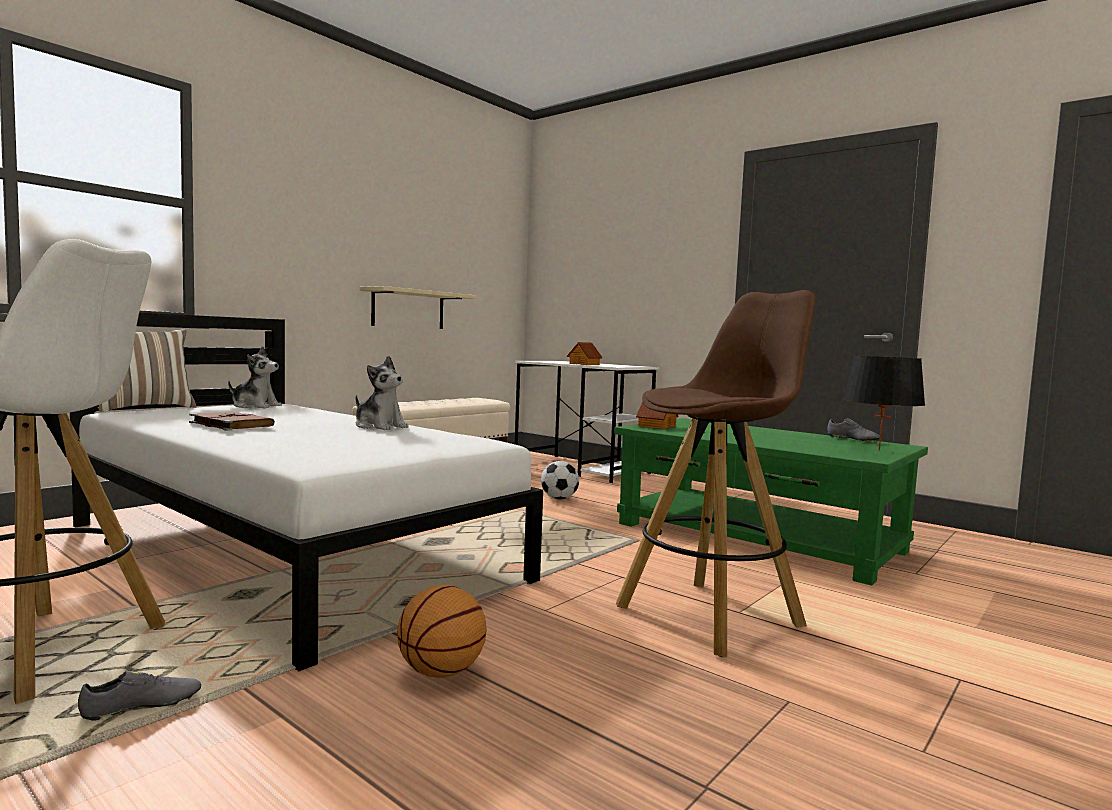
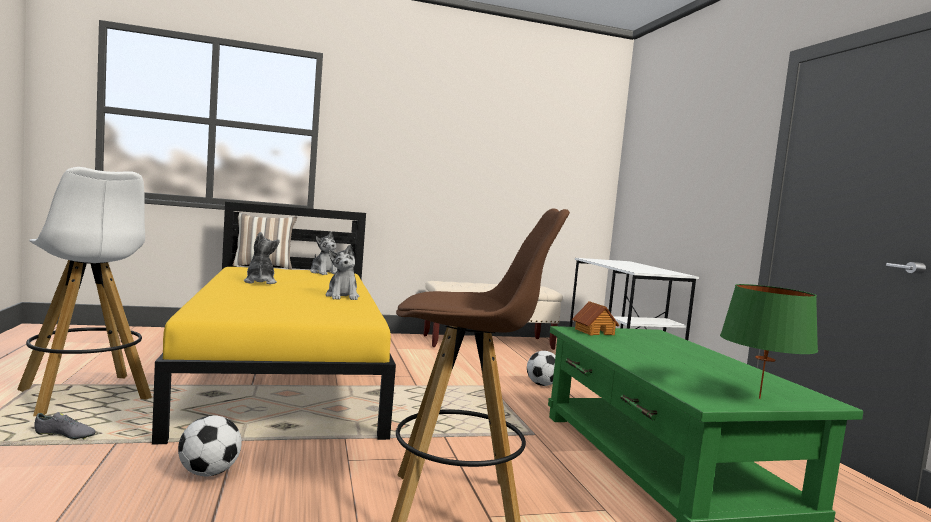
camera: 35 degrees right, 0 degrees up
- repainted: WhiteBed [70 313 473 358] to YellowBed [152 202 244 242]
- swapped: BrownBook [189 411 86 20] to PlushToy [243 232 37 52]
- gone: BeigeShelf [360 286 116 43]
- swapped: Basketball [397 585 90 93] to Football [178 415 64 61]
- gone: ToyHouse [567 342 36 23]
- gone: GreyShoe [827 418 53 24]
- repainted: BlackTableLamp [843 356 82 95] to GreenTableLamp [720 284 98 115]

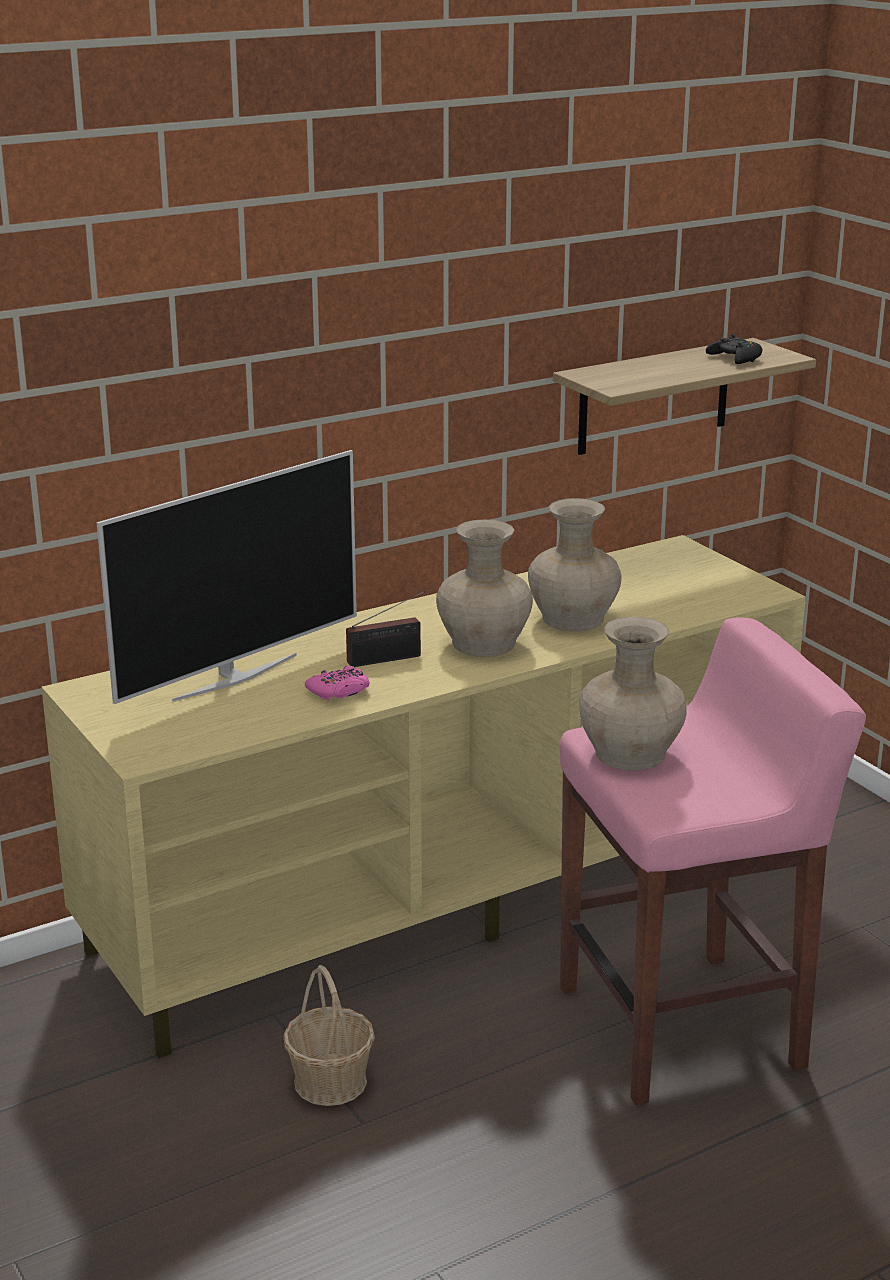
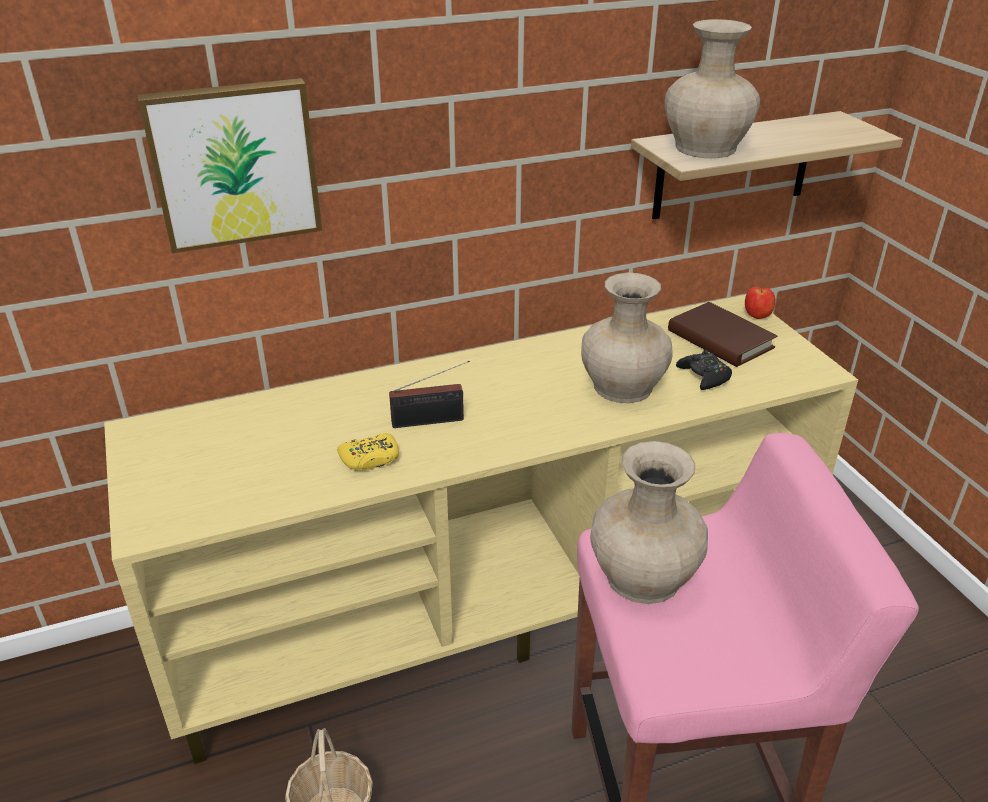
camera: 10 degrees right, 10 degrees up
- gone: Television [97 450 260 254]
- repainted: PinkGameController [305 666 64 34] to YellowGameController [337 433 62 37]
- shifted: BeigeVase [436 519 97 138] to [664 19 96 139]
- shifted: BlackGameController [706 334 57 30] to [676 350 56 40]
- new: Picture [137 78 185 175]
- new: BrownBook [668 302 109 65]
- new: Apple [745 287 30 32]

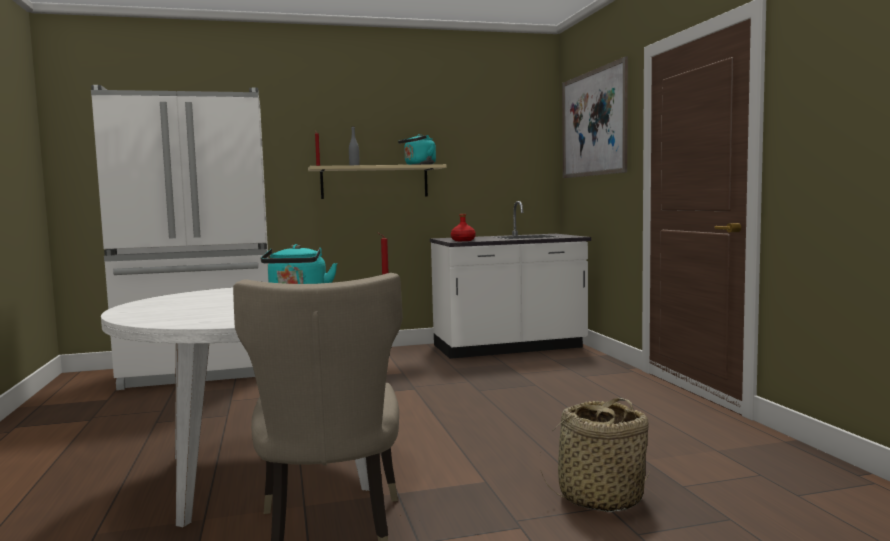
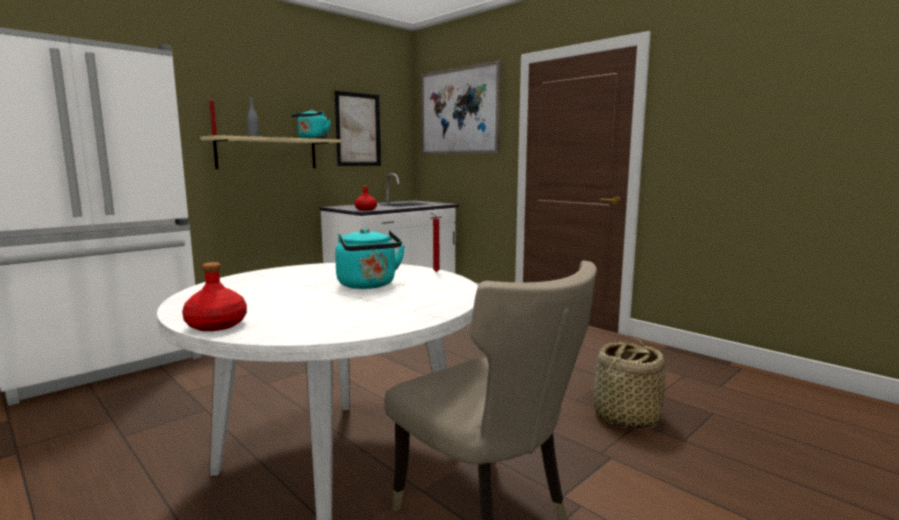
camera: 30 degrees left, 5 degrees up
- new: RedBottle [182 262 65 69]
- new: Picture [334 90 47 76]

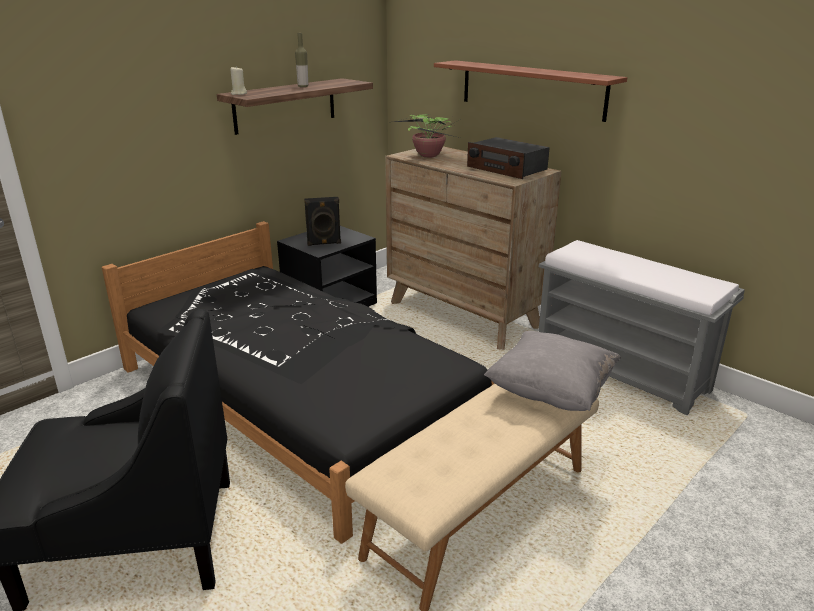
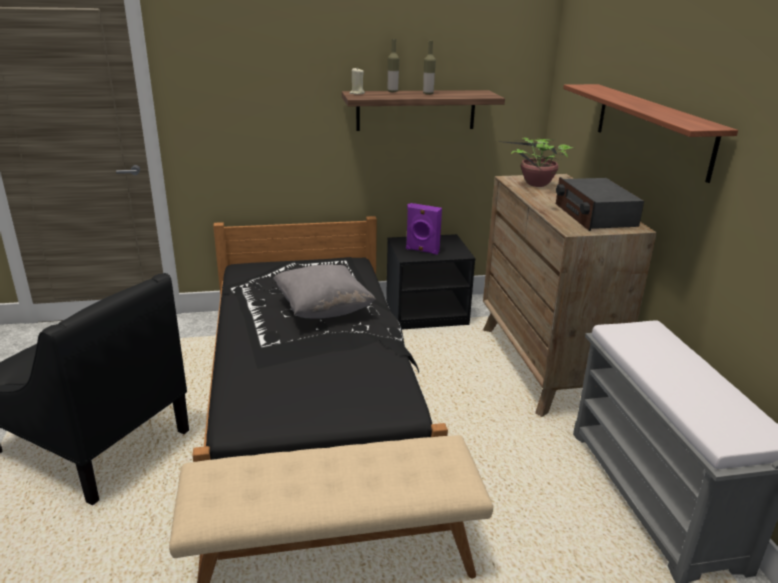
camera: 35 degrees right, 0 degrees up
- repainted: BlackSpeaker [304 197 37 49] to PurpleSpeaker [406 203 36 52]
- shifted: GreyPillow [484 331 137 80] to [273 264 103 55]
- new: Bottle [388 39 11 53]

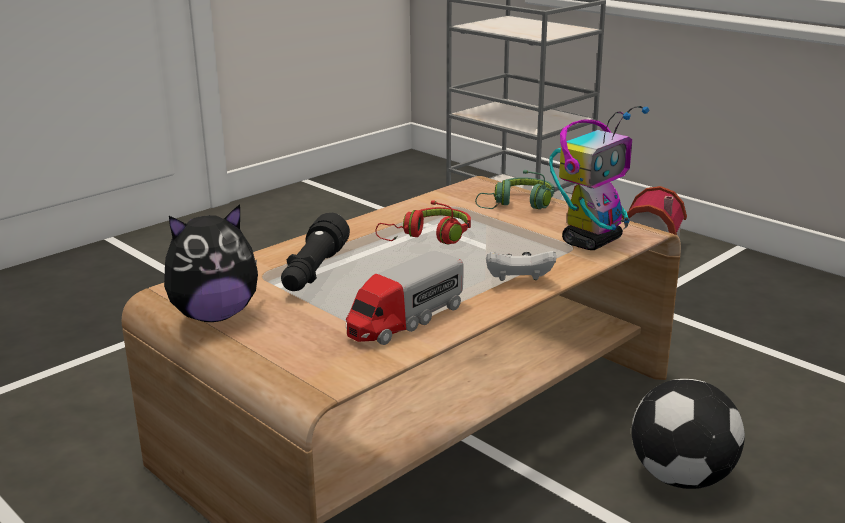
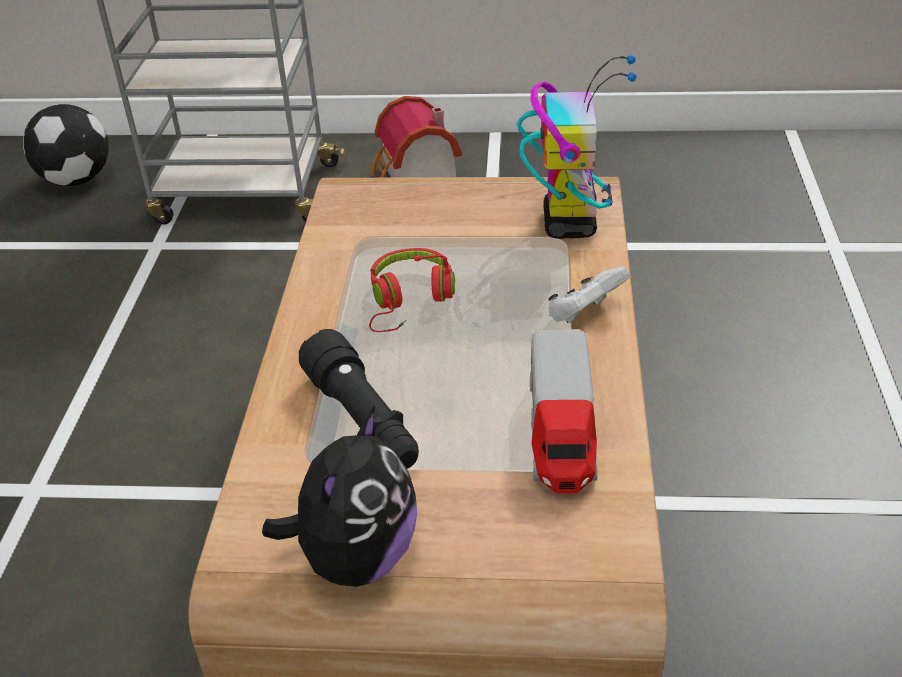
camera: 40 degrees left, 15 degrees up
- gone: GreenHeadphones [475 170 80 39]
- shifted: Football [632 379 113 110] to [23 104 86 82]

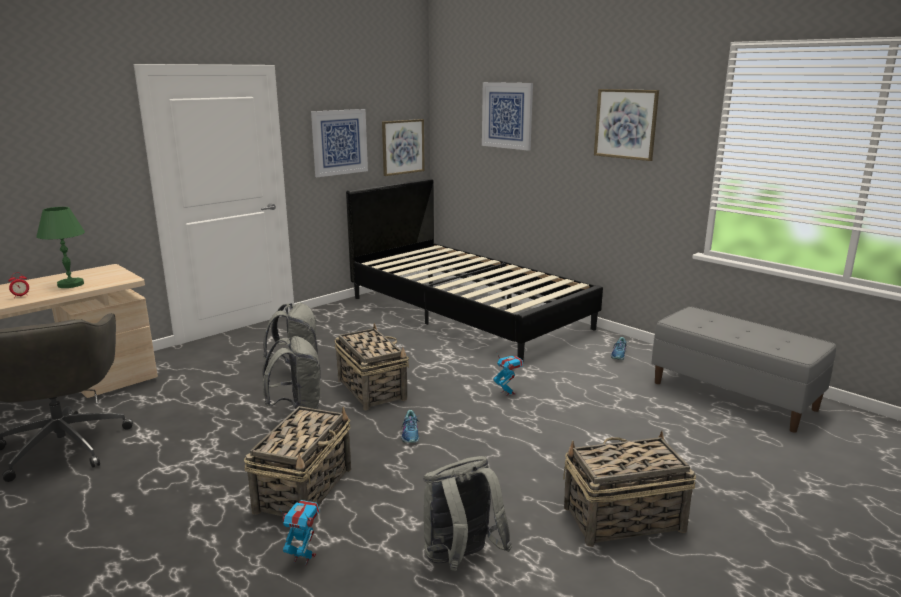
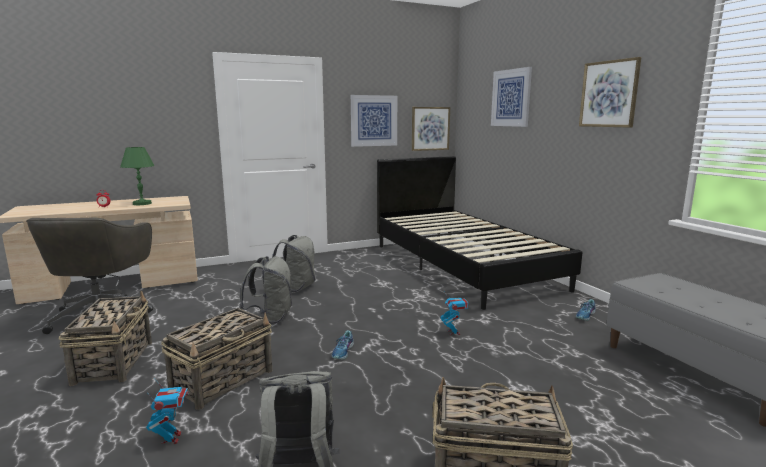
camera: 20 degrees right, 5 degrees down
- rotated: ToyRobot [279 500 41 65] = [146 378 43 66] 45 degrees clockwise
- shifted: Basket [335 323 74 87] to [59 291 93 95]

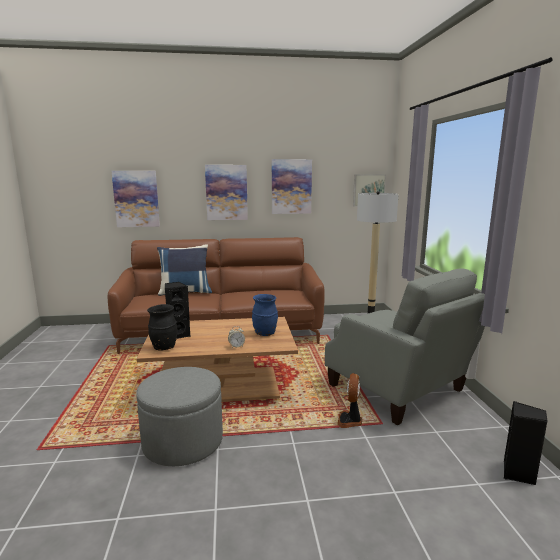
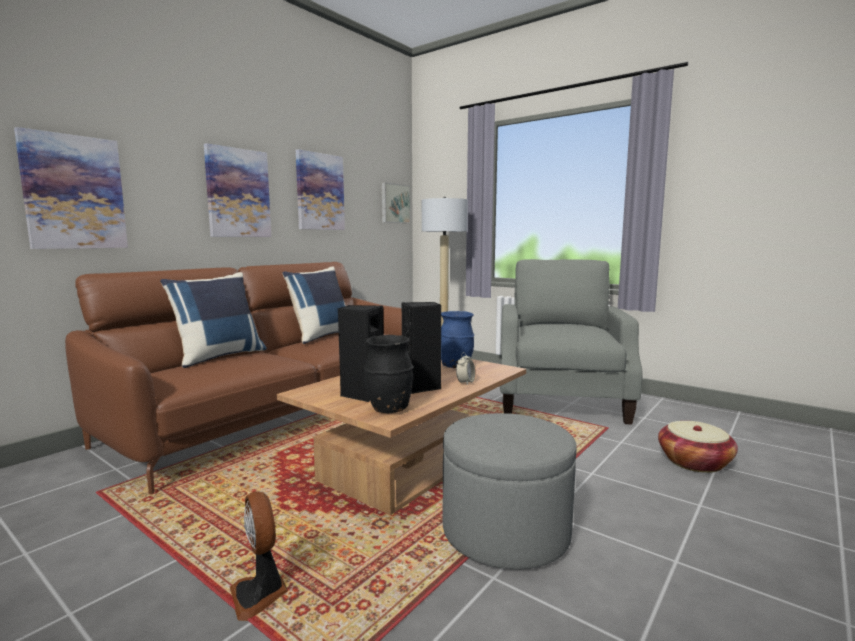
camera: 45 degrees left, 5 degrees down
- rotated: GreyArmchair [325 268 160 157] = [500 259 143 166] 90 degrees counterclockwise
- shifted: Fan [337 373 25 55] to [230 491 58 130]
- shifted: BlackSpeaker [504 401 44 84] to [402 302 39 92]
- new: BluePillow [282 266 64 78]
- new: Basket [658 421 80 52]

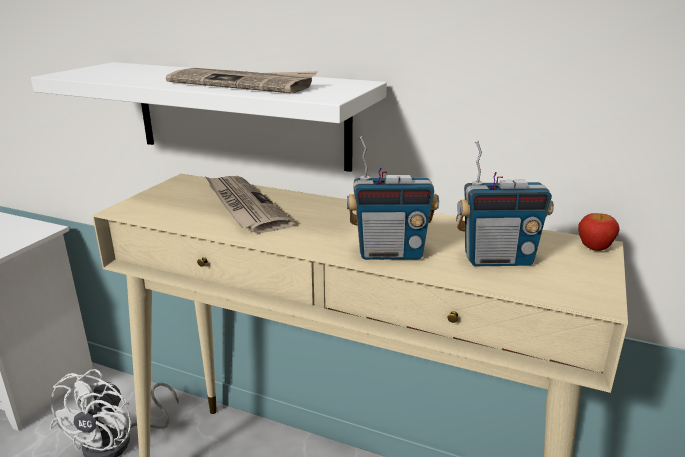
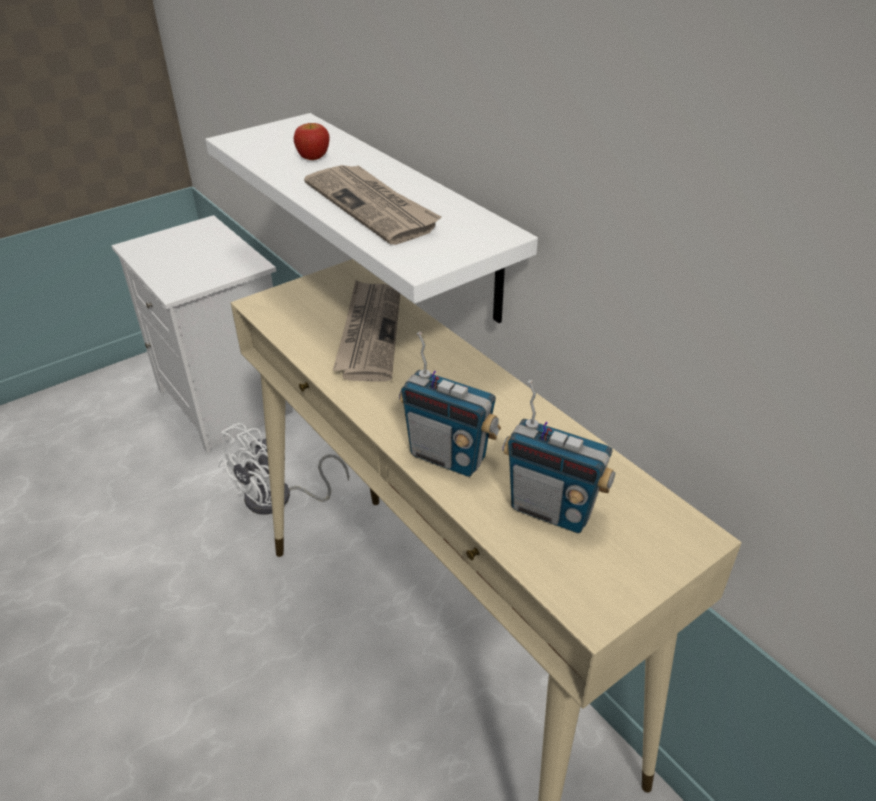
camera: 30 degrees right, 15 degrees up
- shifted: Apple [578 213 42 38] to [294 123 36 37]

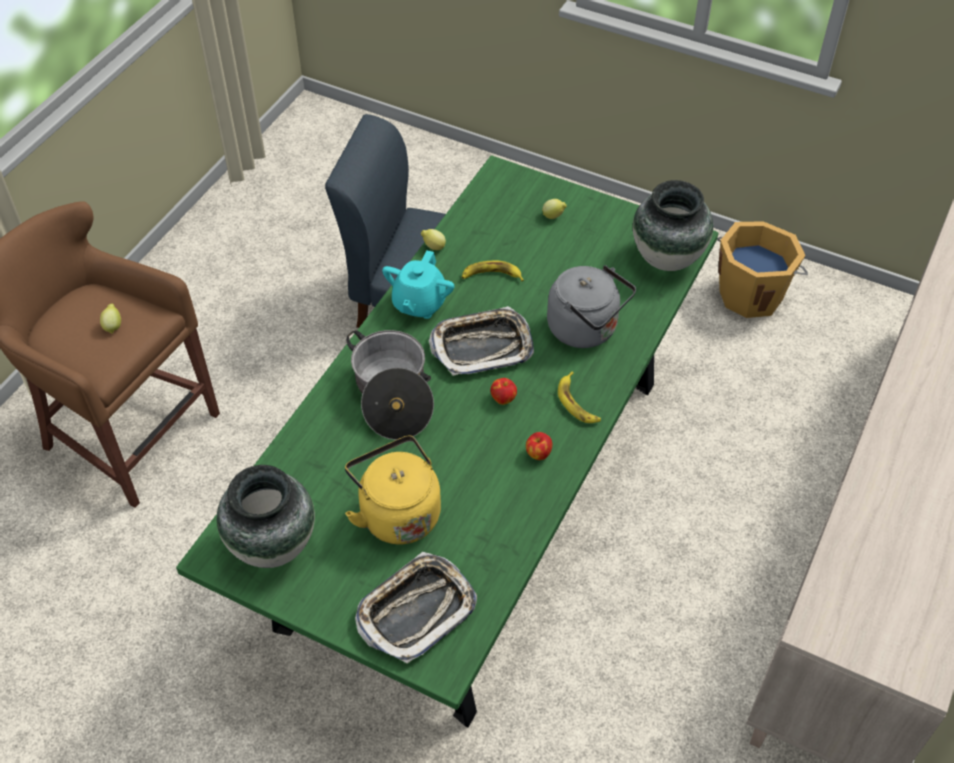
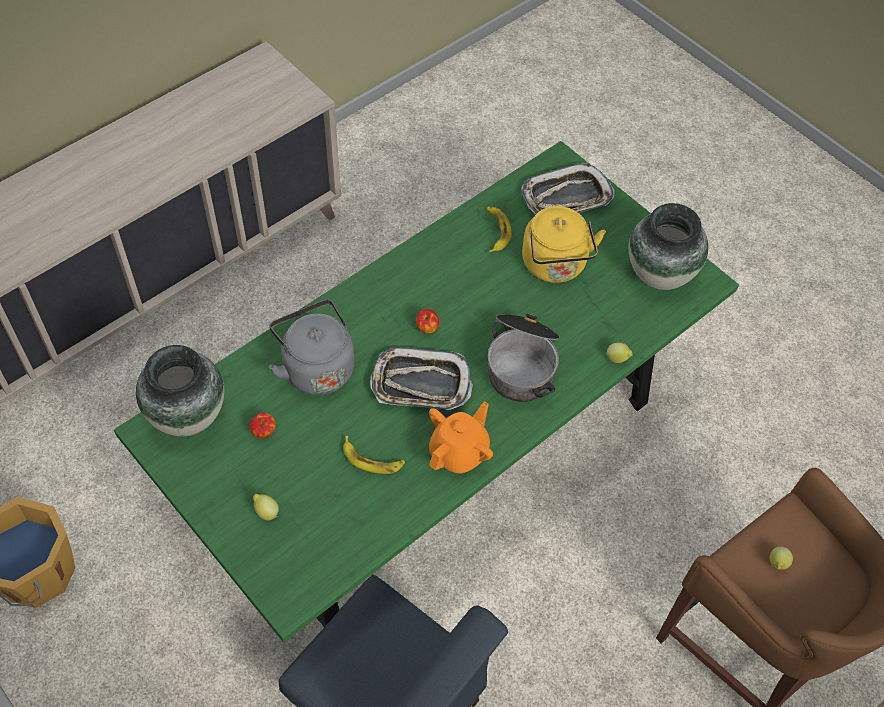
camera: 160 degrees left, 5 degrees up
- repainted: TurquoiseTeapot [382 250 72 69] to OrangeTeapot [429 401 64 73]
- shifted: Lemon [421 229 25 21] to [607 343 26 20]
- shifted: Apple [526 432 26 28] to [249 413 27 25]
- shifted: Banana [558 371 43 52] to [487 207 25 46]

